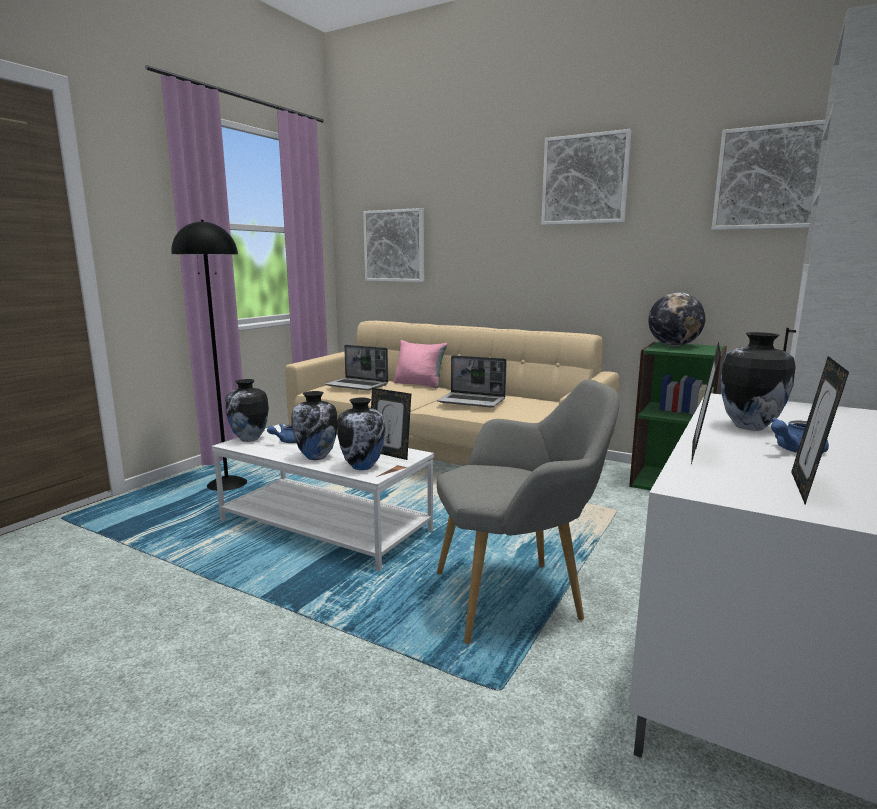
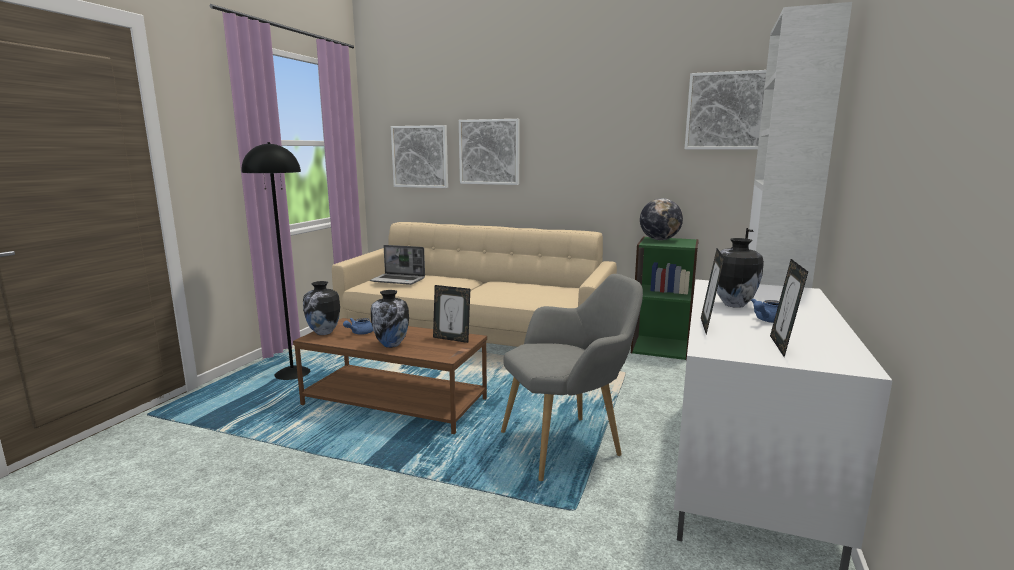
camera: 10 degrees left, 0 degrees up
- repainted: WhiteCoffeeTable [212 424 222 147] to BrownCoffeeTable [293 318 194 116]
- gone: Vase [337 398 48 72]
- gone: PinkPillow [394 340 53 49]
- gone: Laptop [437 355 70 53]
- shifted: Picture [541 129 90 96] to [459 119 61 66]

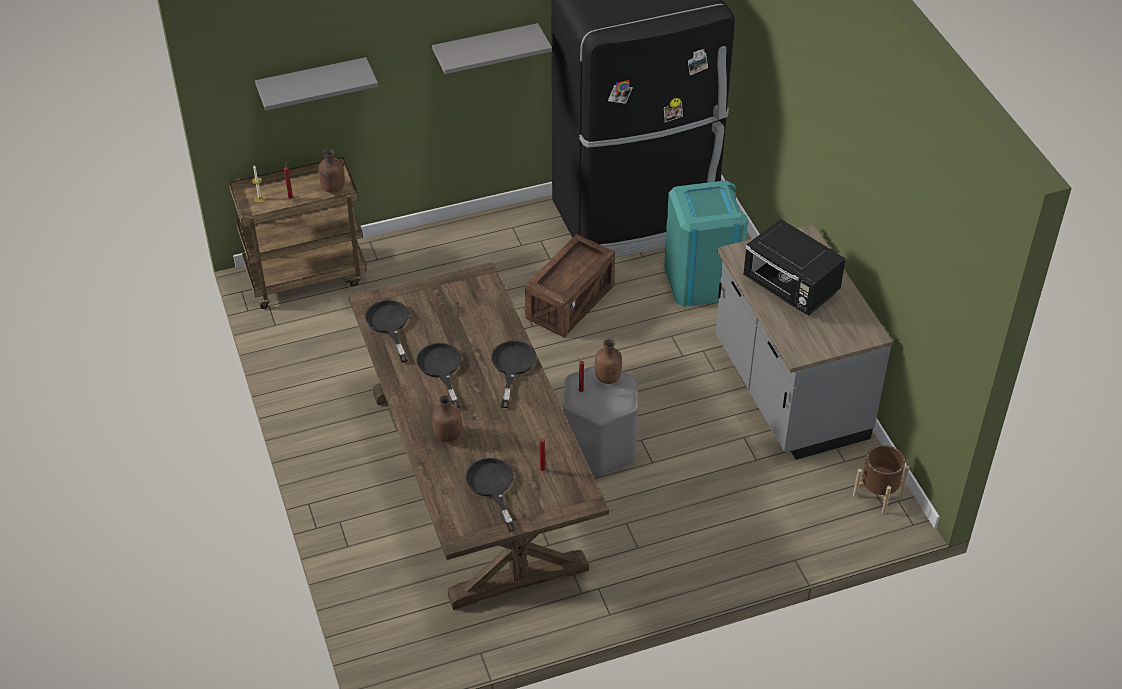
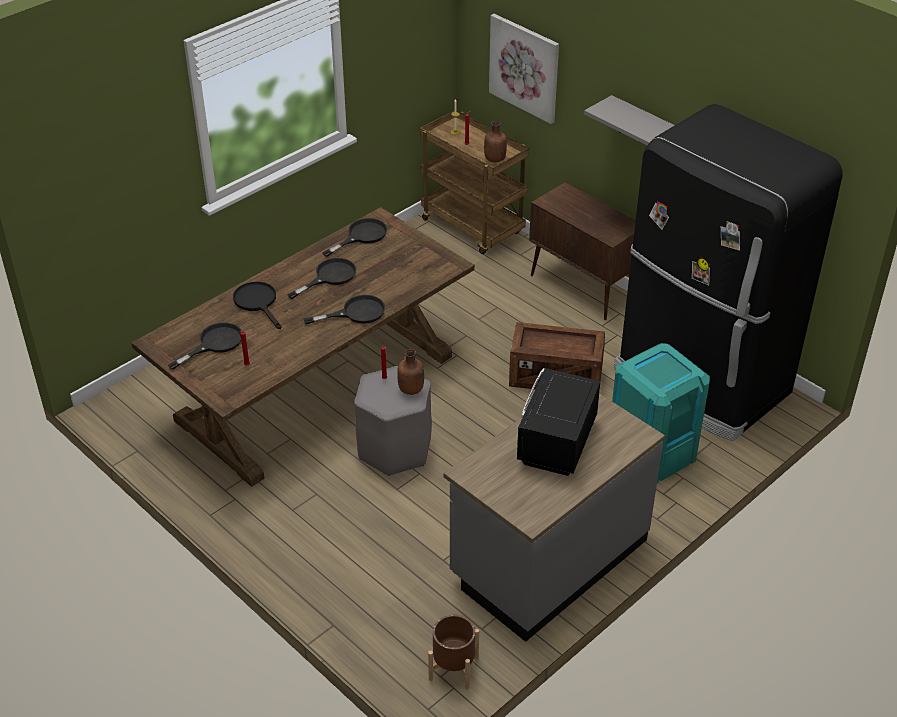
camera: 65 degrees right, 5 degrees down
- swapped: GreyShelf [255 57 123 54] to Picture [489 14 70 110]
- swapped: BrownBottle [432 395 30 47] to BlackFryingPan [233 282 49 47]
- new: BrownCabinet [529 182 107 138]

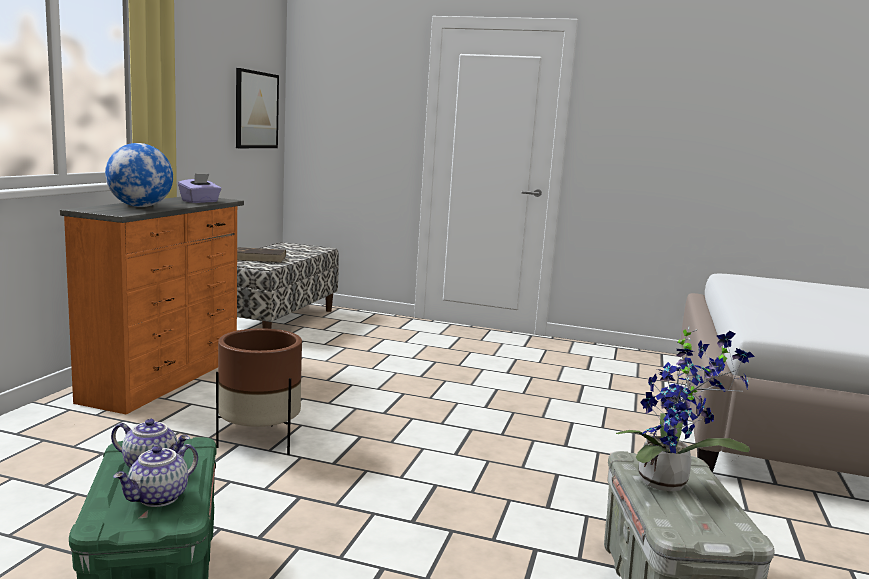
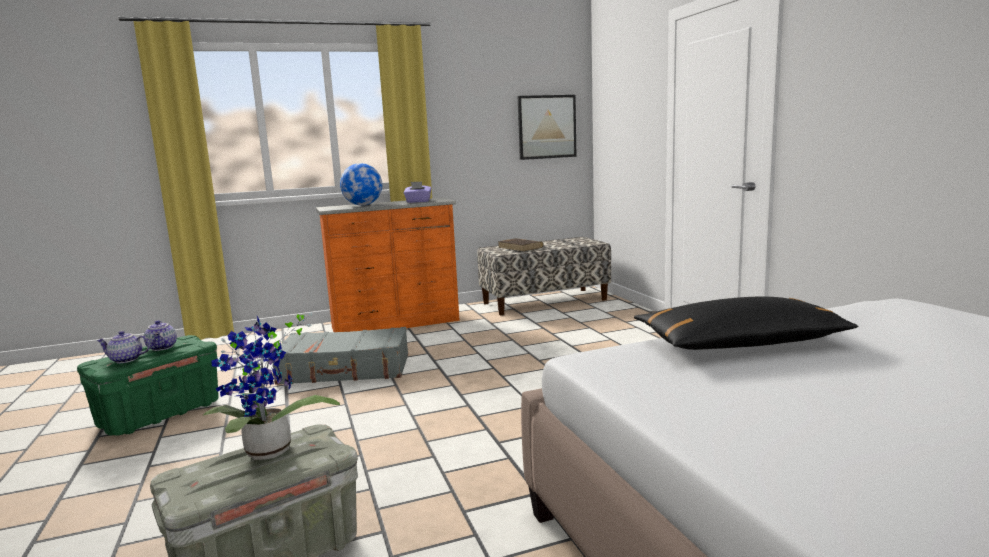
camera: 55 degrees right, 0 degrees up
- swapped: BrownPlanter [216 328 86 127] to GreySuitcase [273 327 135 58]
- new: BlackPillow [634 297 225 53]

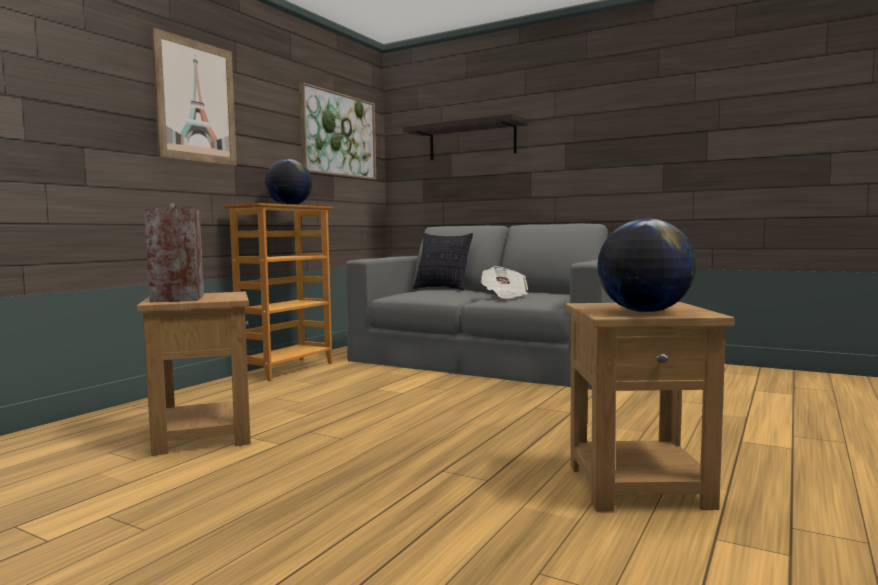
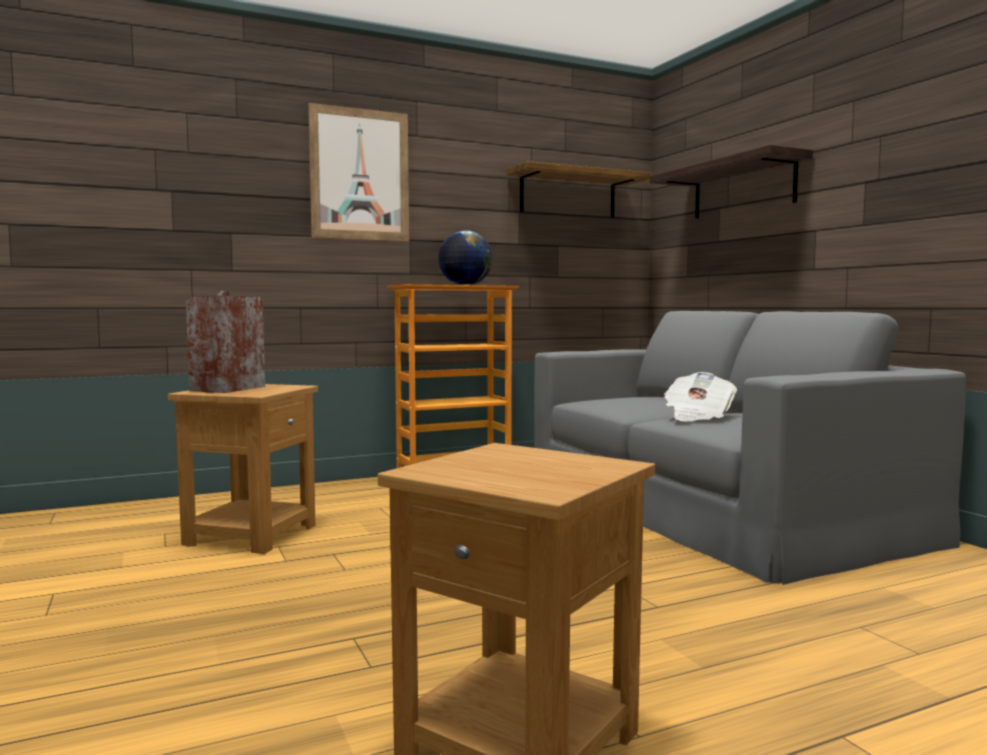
camera: 35 degrees right, 0 degrees up
- swapped: Picture [299 82 77 97] to Shelf [507 161 145 56]
- gone: Pillow [413 233 60 58]
- gone: Globe [597 218 100 95]

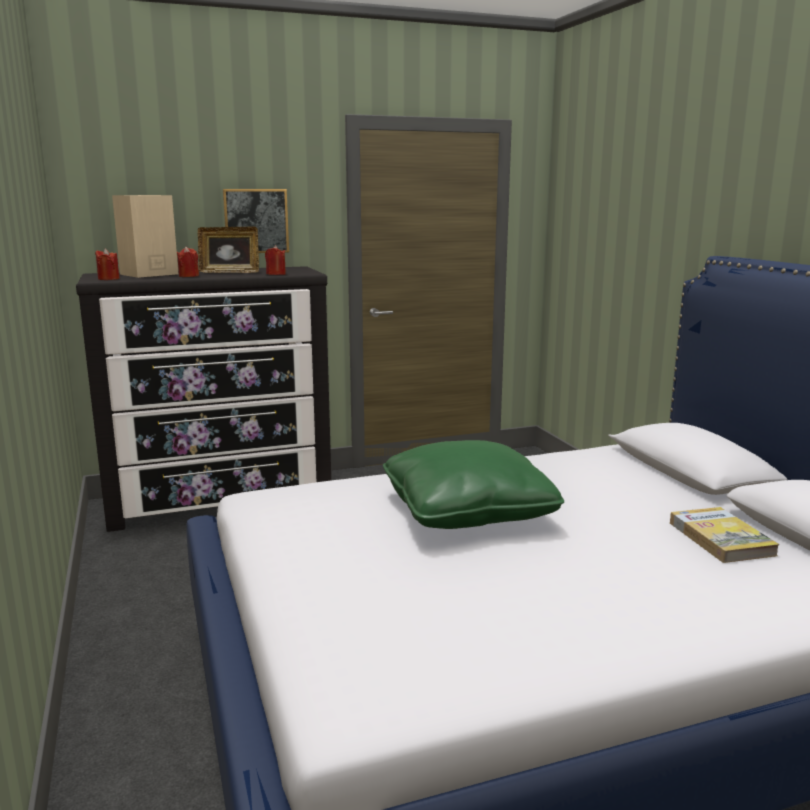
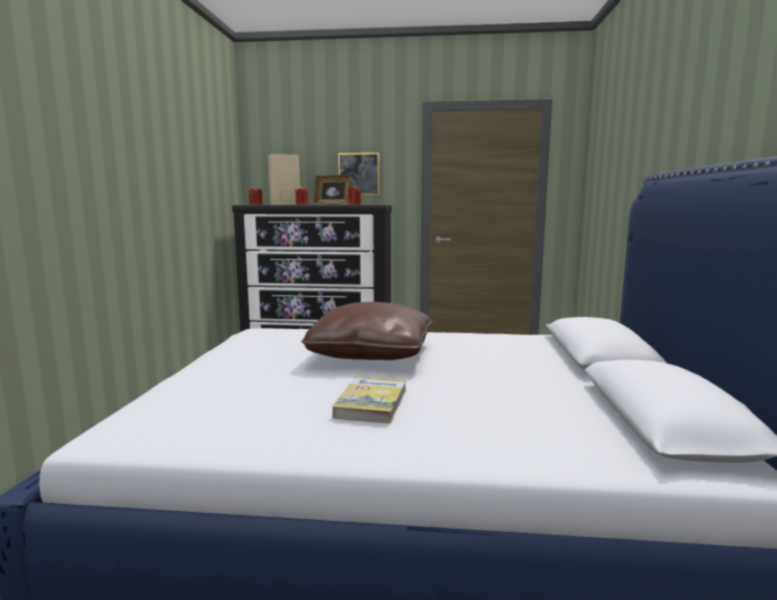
camera: 25 degrees right, 5 degrees down
- repainted: GreenPillow [383 440 181 89] to BrownPillow [302 302 130 58]
- shifted: Book [670 507 109 56] to [332 376 75 48]

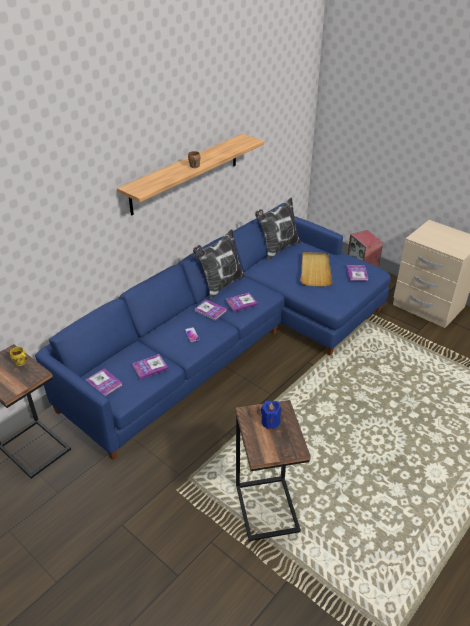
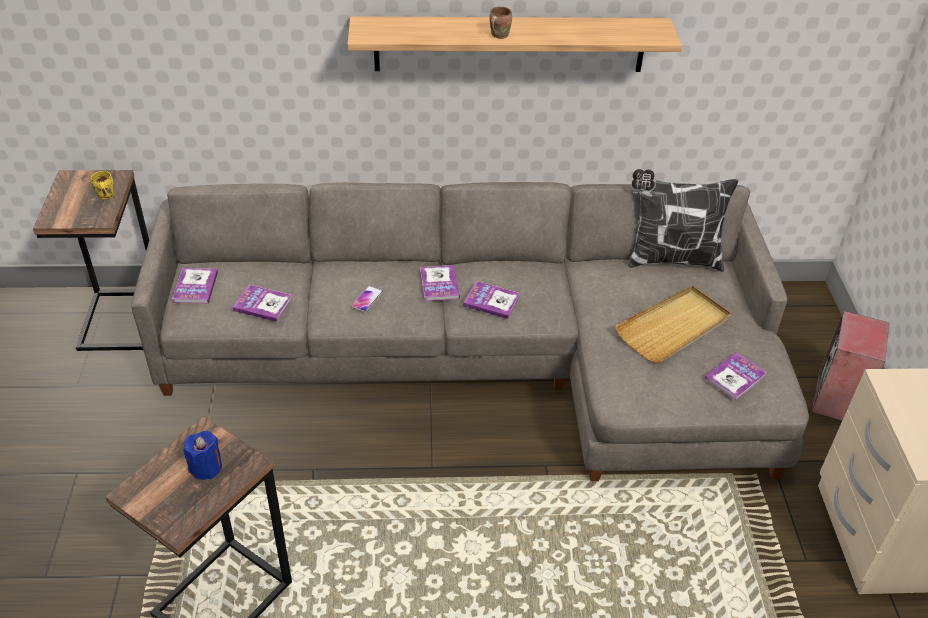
camera: 45 degrees right, 5 degrees up
- repainted: BlueSofa [35 203 356 257] to GreySofa [131 182 678 299]
- gone: Pillow [193 229 52 71]

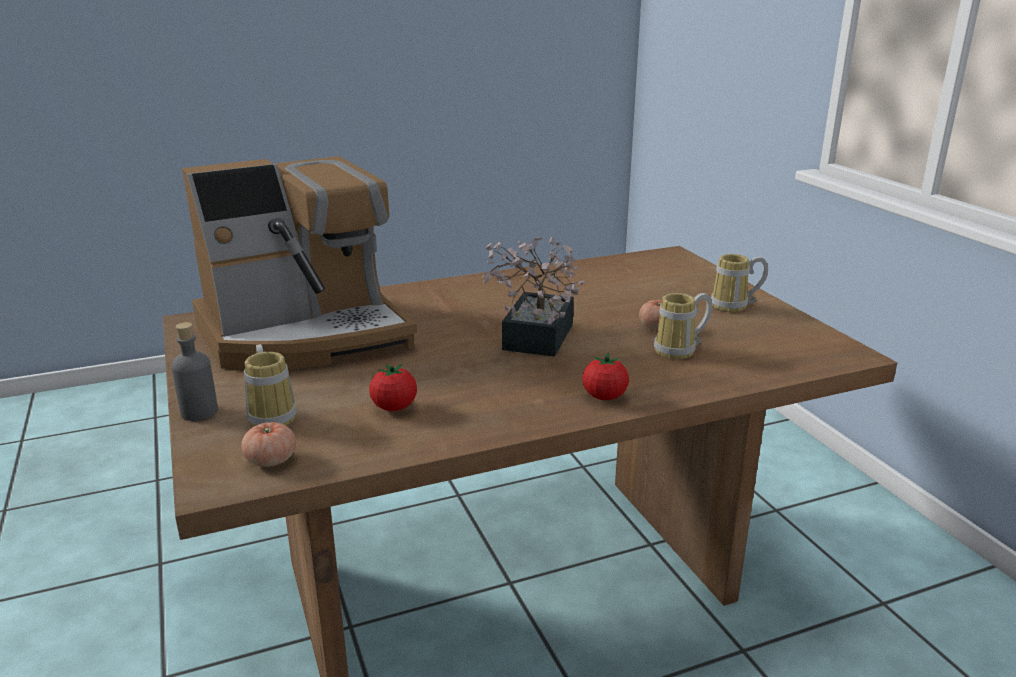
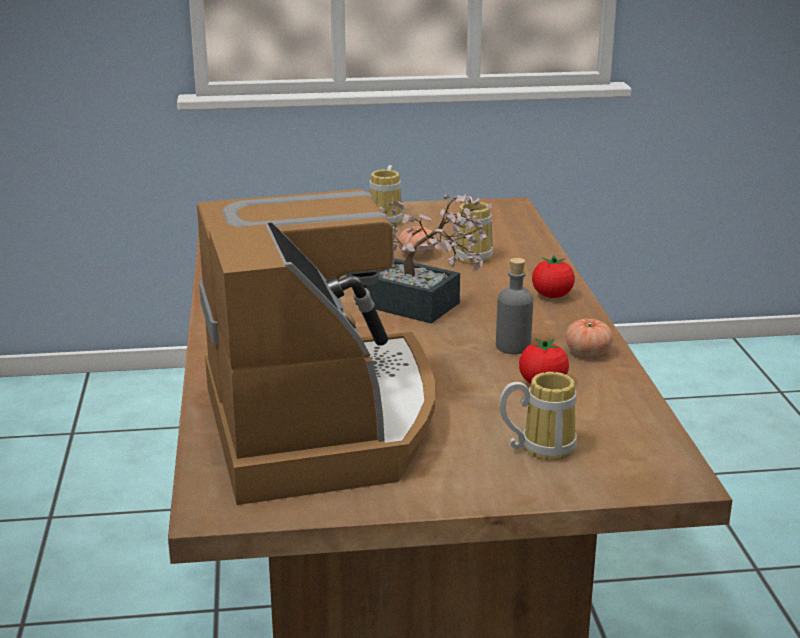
camera: 75 degrees left, 0 degrees up
- shifted: GreyBottle [171 322 47 99] to [496 258 37 96]
- shifted: Tomato [241 422 55 45] to [565 319 48 38]

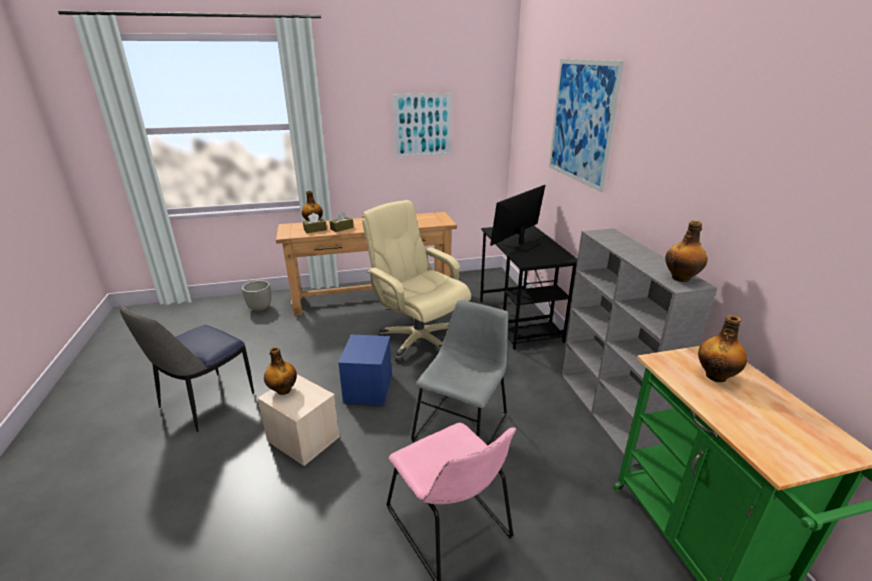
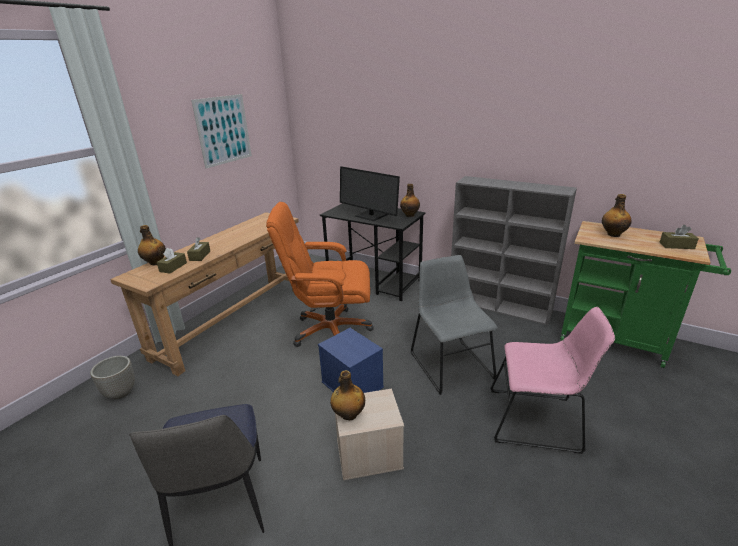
camera: 45 degrees left, 0 degrees up
- repainted: BeigeOfficeChair [362 200 109 163] to OrangeOfficeChair [266 202 107 145]
- rotated: Monitor [490 185 55 68] = [340 166 60 55] 45 degrees counterclockwise
- gone: Picture [549 59 75 133]
- shifted: Bottle [665 221 42 61] to [400 184 20 33]
- new: BrownTissueBox [659 225 40 24]

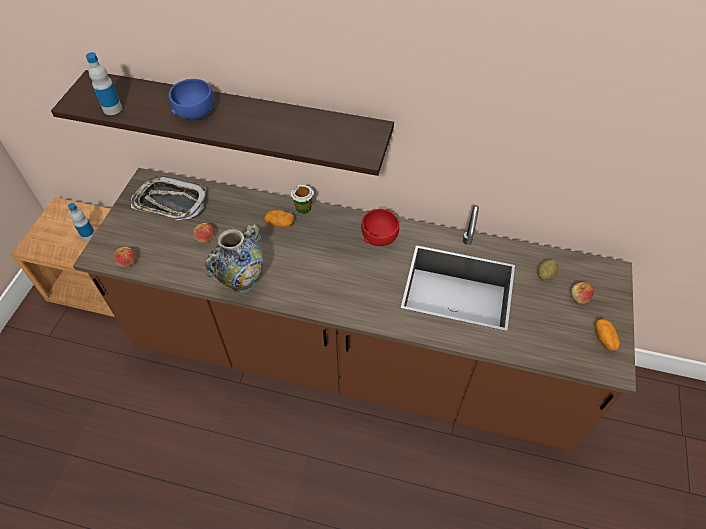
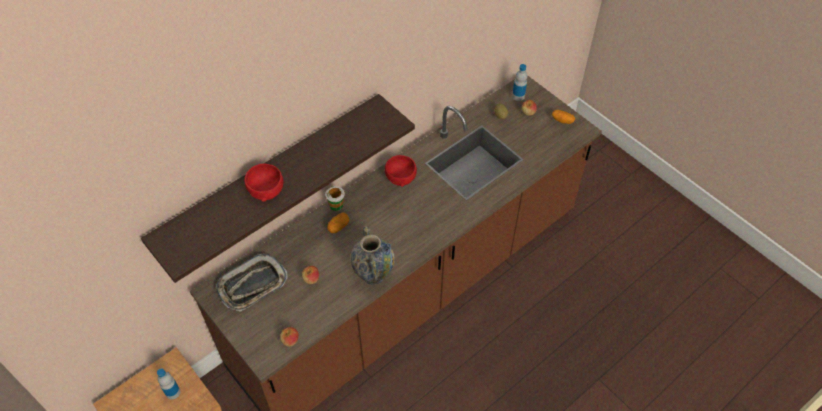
camera: 55 degrees left, 0 degrees up
- shifted: Bottle [86 52 36 63] to [512 64 15 37]
- repainted: BlueBowl [169 79 45 41] to RedBowl [244 163 39 39]

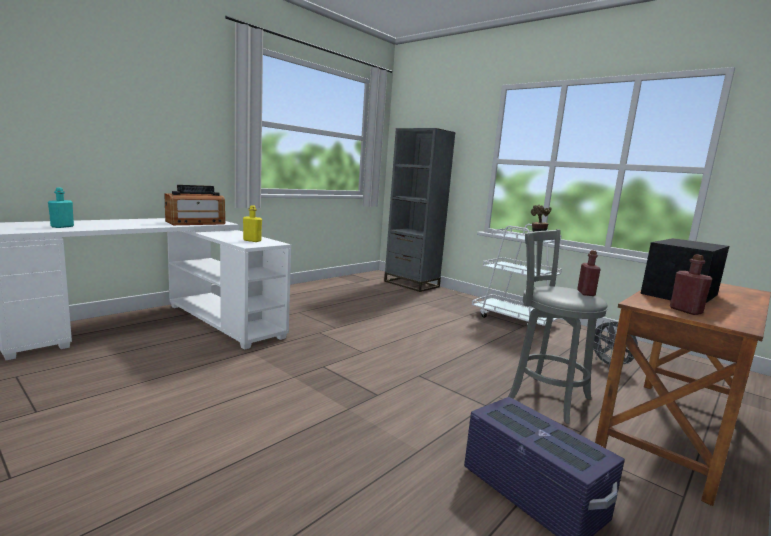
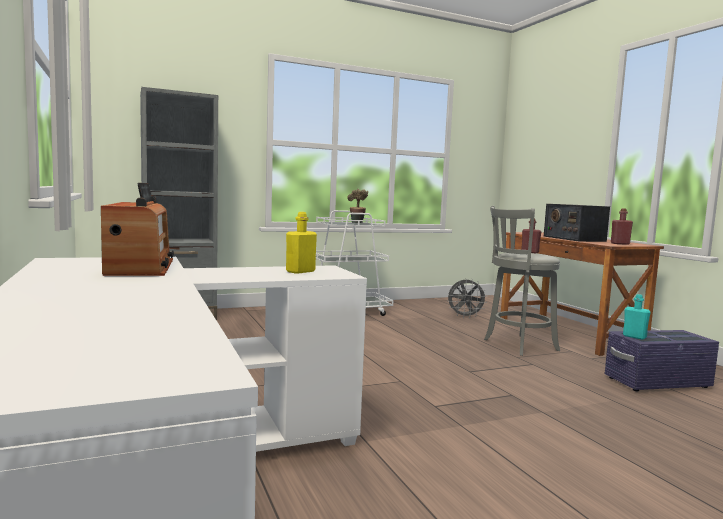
camera: 65 degrees left, 5 degrees down
- shifted: TurquoiseBottle [48 188 26 40] to [623 294 28 46]

